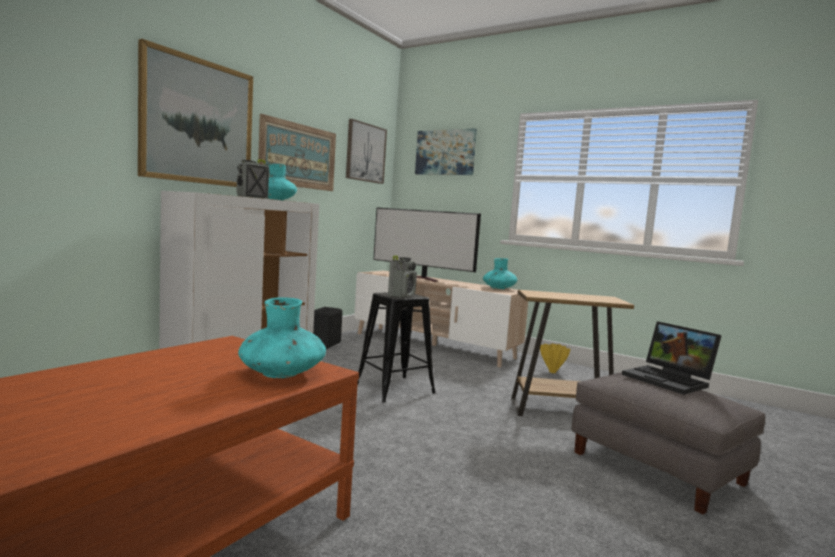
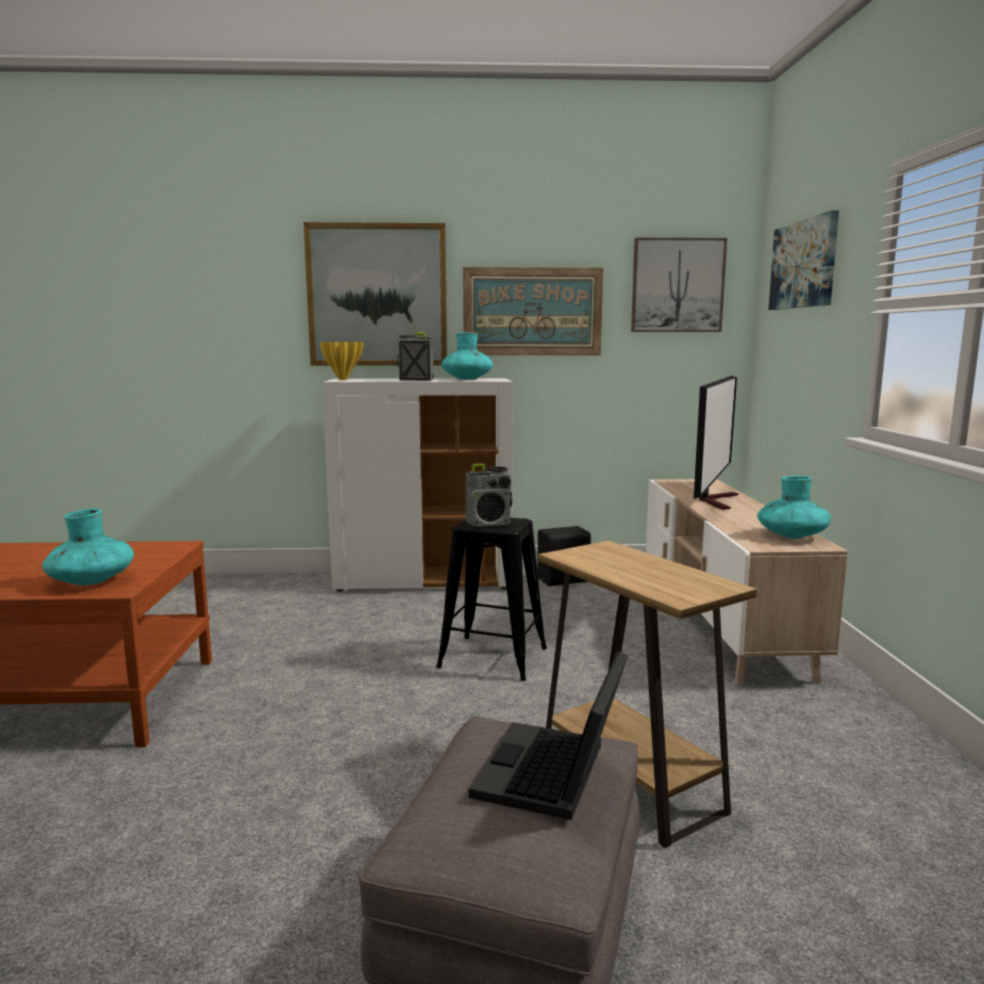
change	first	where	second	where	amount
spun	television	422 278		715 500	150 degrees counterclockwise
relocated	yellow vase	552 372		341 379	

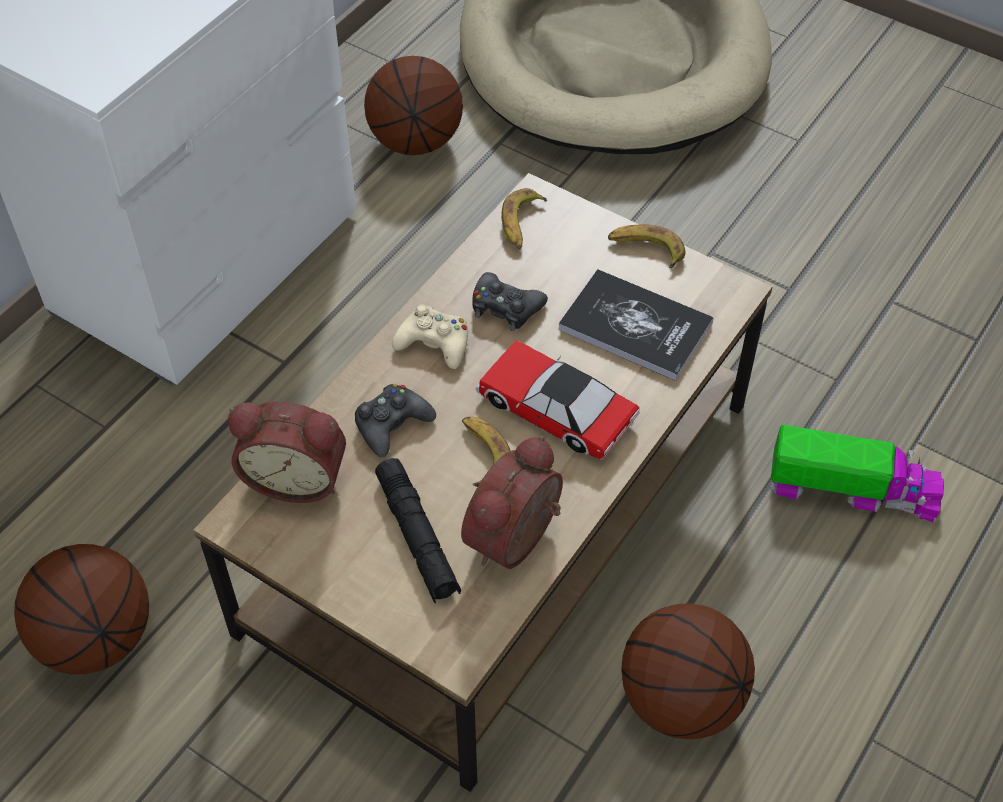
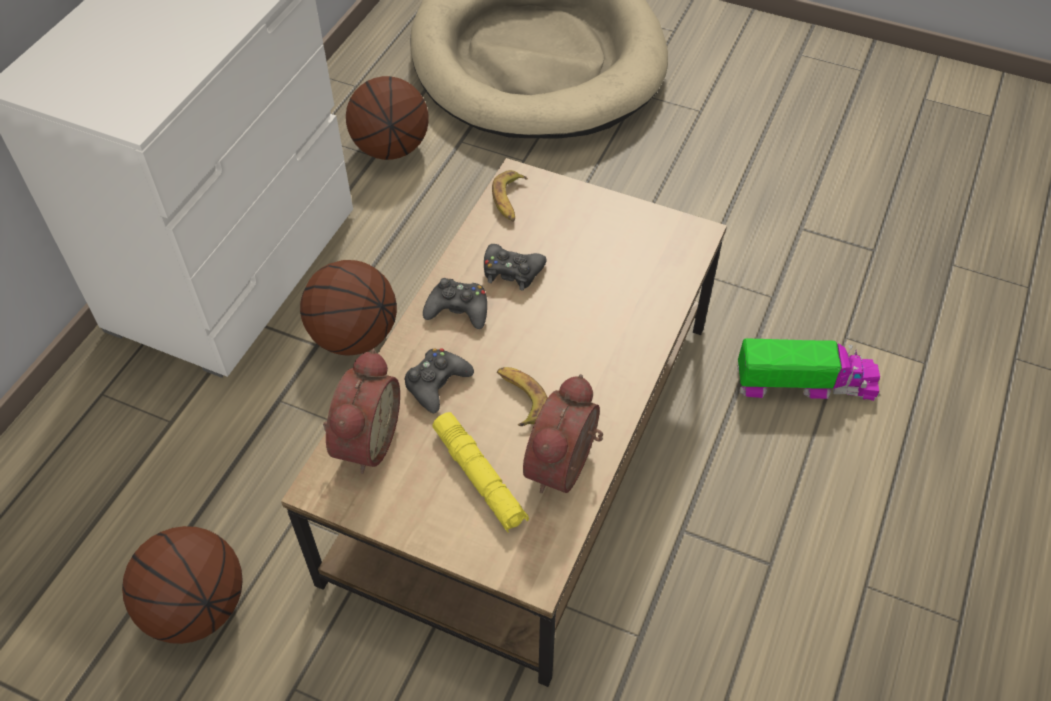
change	first	where	second	where	amount
missing	banana	646 249			
missing	book	635 326			
colour	beige game controller	434 343	black game controller	458 309	
missing	toy car	555 409			
spun	alarm clock	297 476		363 440	75 degrees counterclockwise
colour	black flashlight	417 537	yellow flashlight	479 477	
relocated	basketball	679 699		353 336	

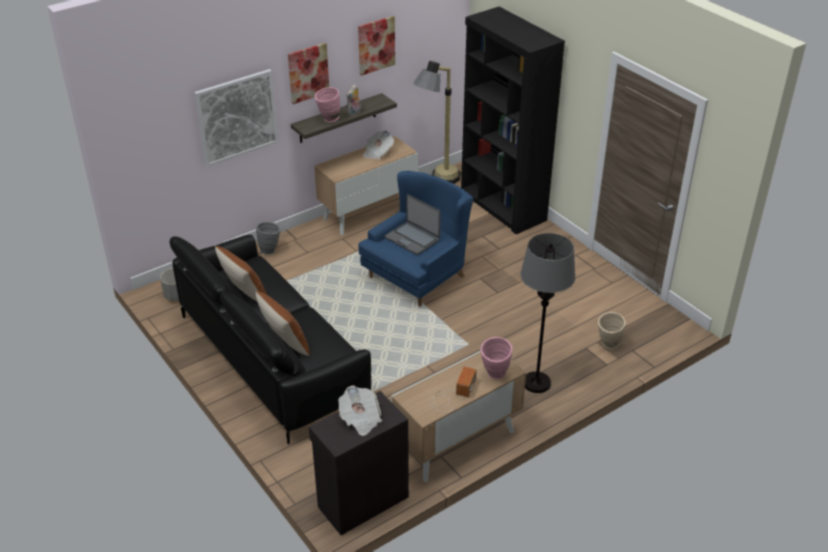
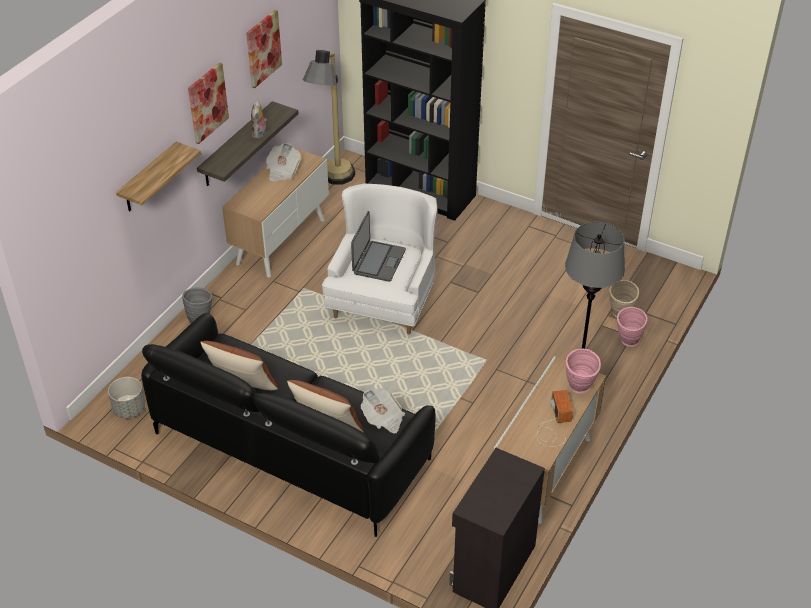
change	first	where	second	where	amount
exchanged	picture	237 117	shelf	148 179	
relocated	pink vase	328 120		628 343	
colour	blue armchair	419 275	white armchair	385 299	
spun	laptop	412 239		378 261	90 degrees counterclockwise
relocated	newspaper	360 419		383 419	

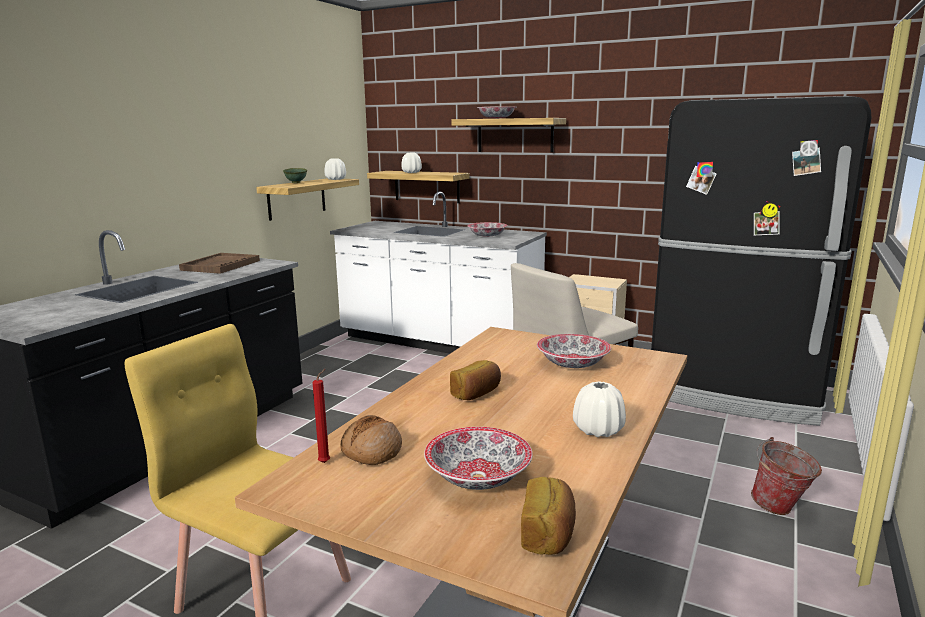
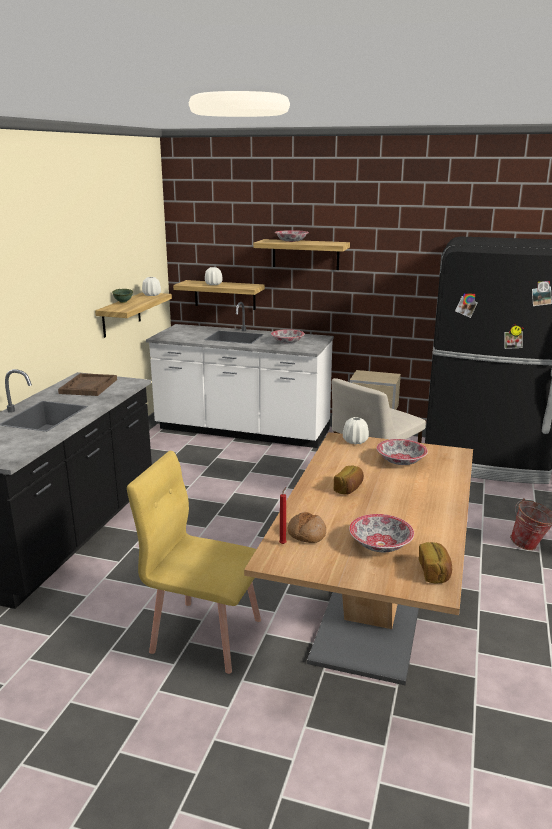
change	first	where	second	where	amount
relocated	white vase	598 430		355 441	

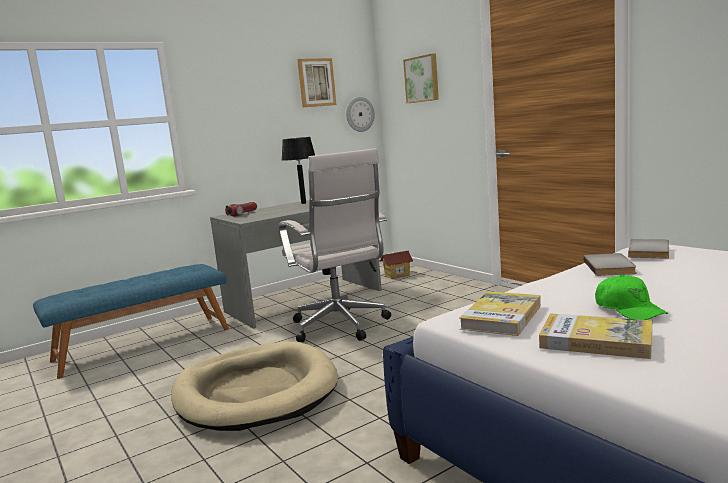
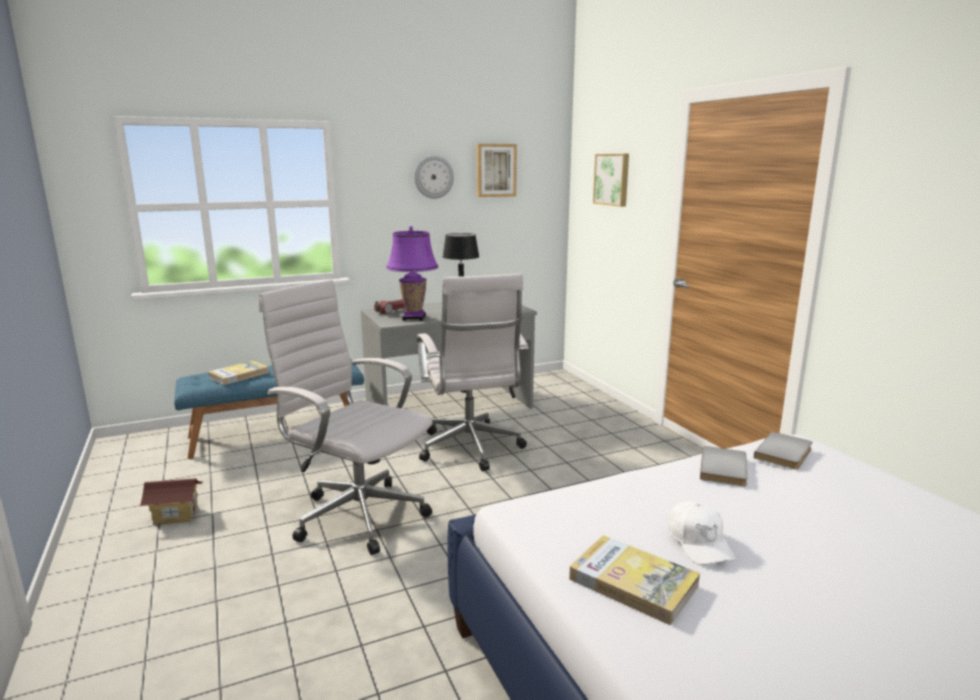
change	first	where	second	where	amount
relocated	wall clock	359 114		433 177	
relocated	toy house	397 275		176 515	
colour	green cap	629 310	white cap	699 542	
relocated	book	501 317		239 375	
exchanged	beige dog bed	256 392	white office chair	356 514	
appeared			purple table lamp	414 318	

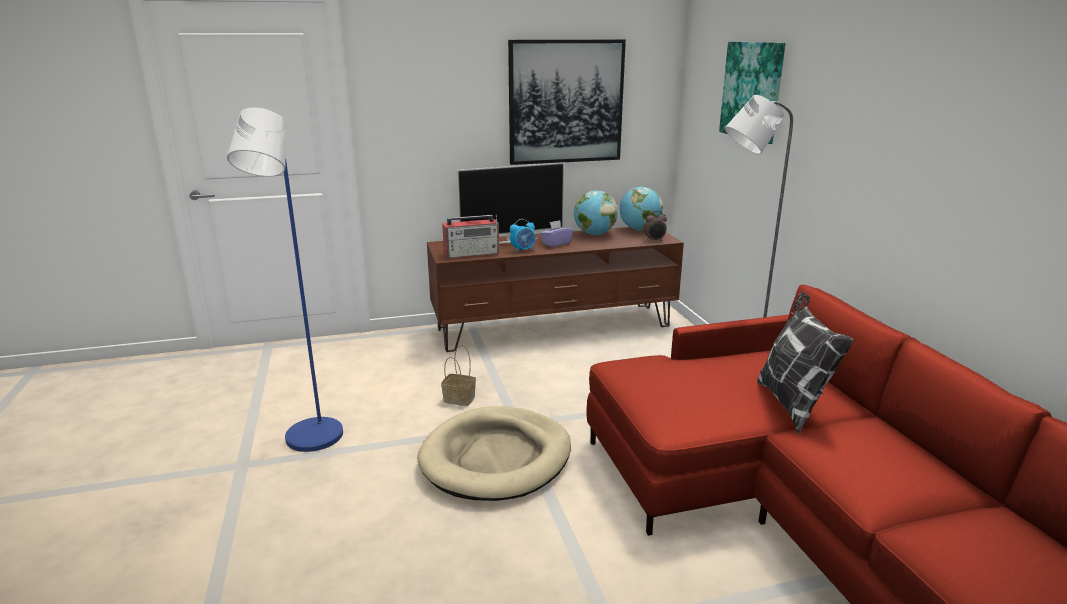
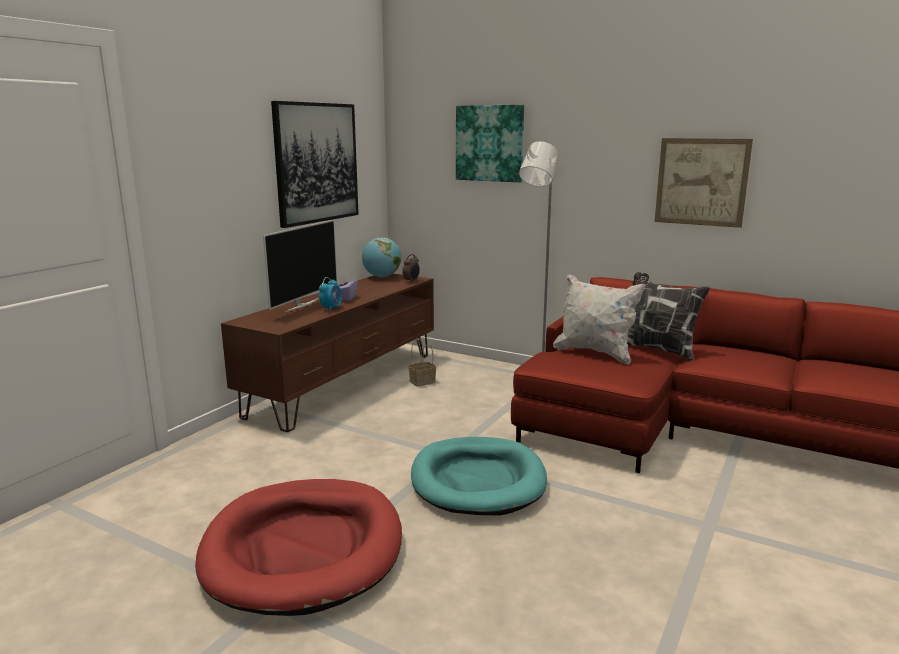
change	first	where	second	where	amount
exchanged	blue floor lamp	310 442	red dog bed	304 549	
missing	globe	594 234			
missing	radio	472 253			
relocated	basket	458 399		422 382	
colour	beige dog bed	496 458	turquoise dog bed	478 480	
appeared			picture	701 182	
appeared			white pillow	594 353	

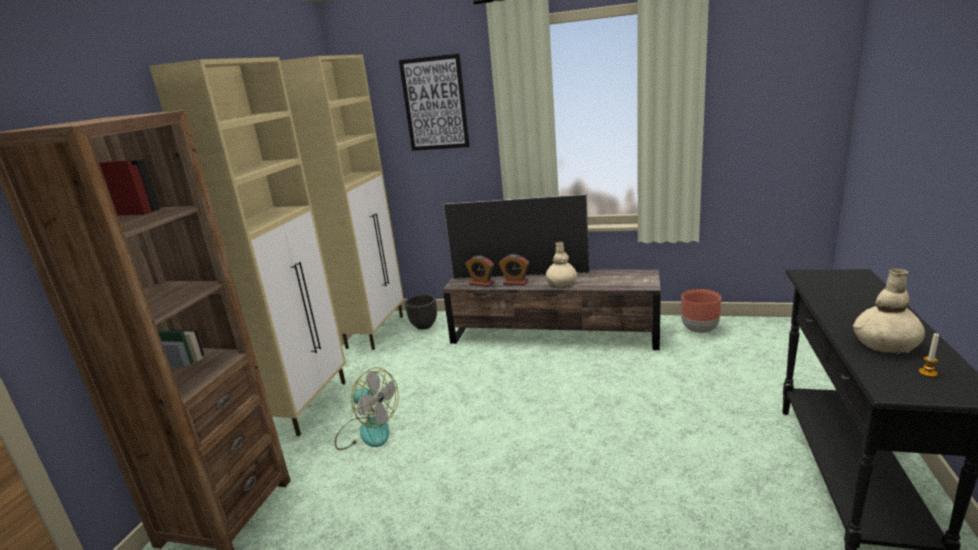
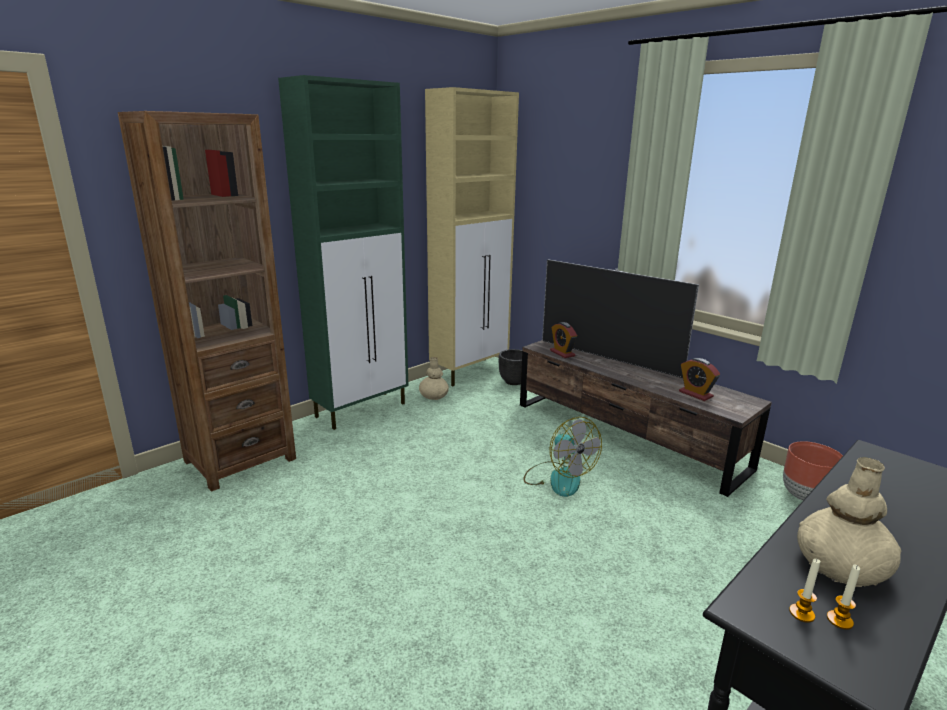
change	first	where	second	where	amount
missing	picture	435 104			
colour	beige cabinet	308 405	green cabinet	362 410	
relocated	beige vase	561 282		434 395	
relocated	alarm clock	515 282		695 394	
relocated	fan	367 431		558 478	
appeared			candle	801 613	

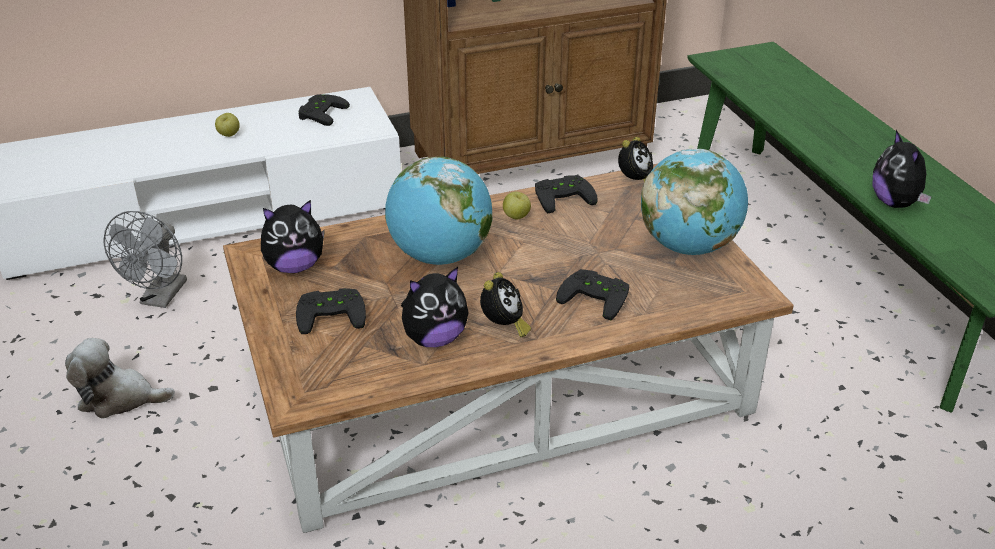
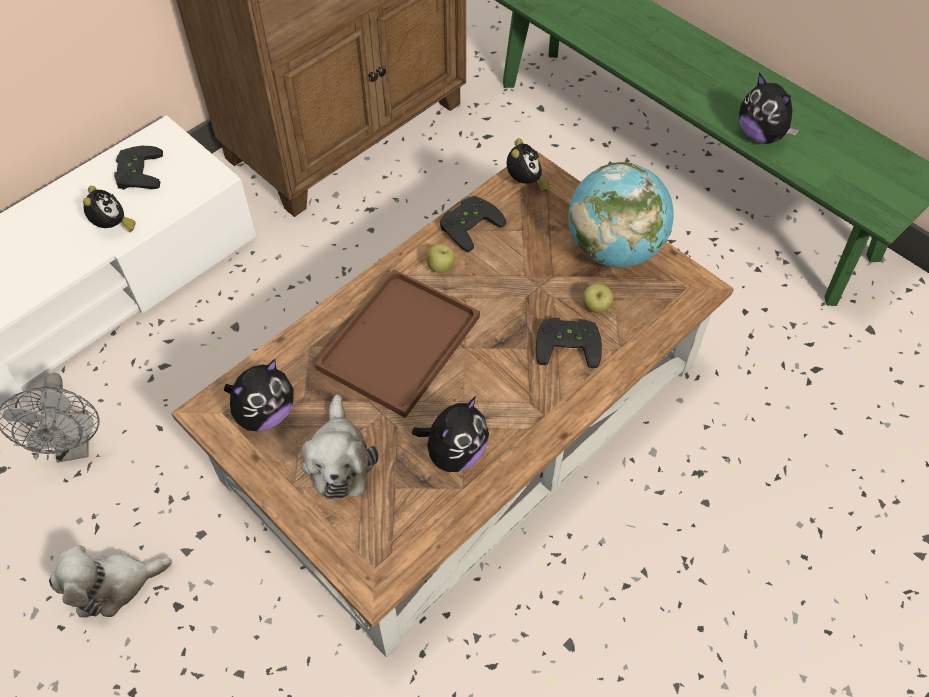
change	first	where	second	where	amount
relocated	apple	229 135		596 307	
exchanged	globe	440 256	brown tray	399 346	
relocated	alarm clock	504 327		113 227	
exchanged	black game controller	331 313	plush toy	339 460	

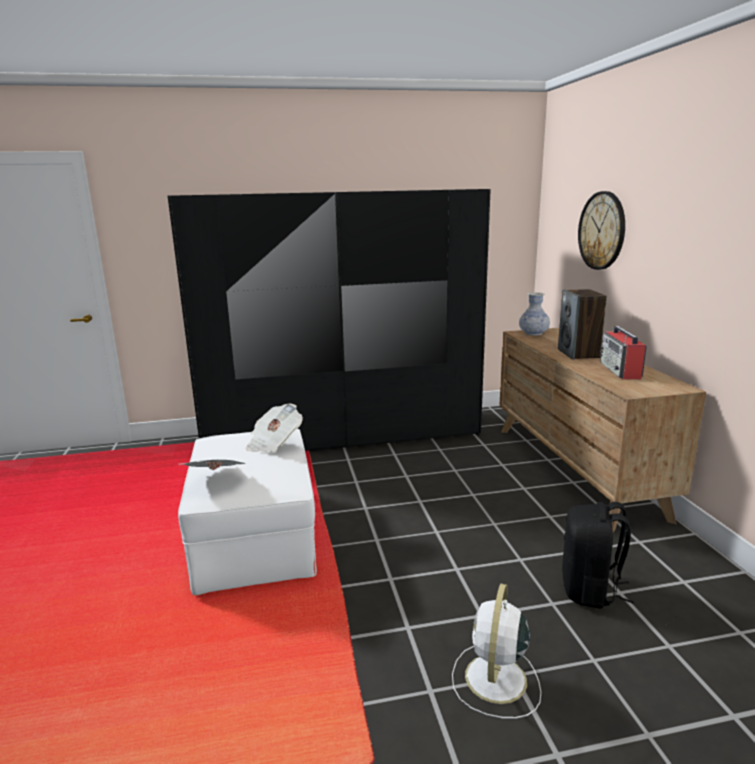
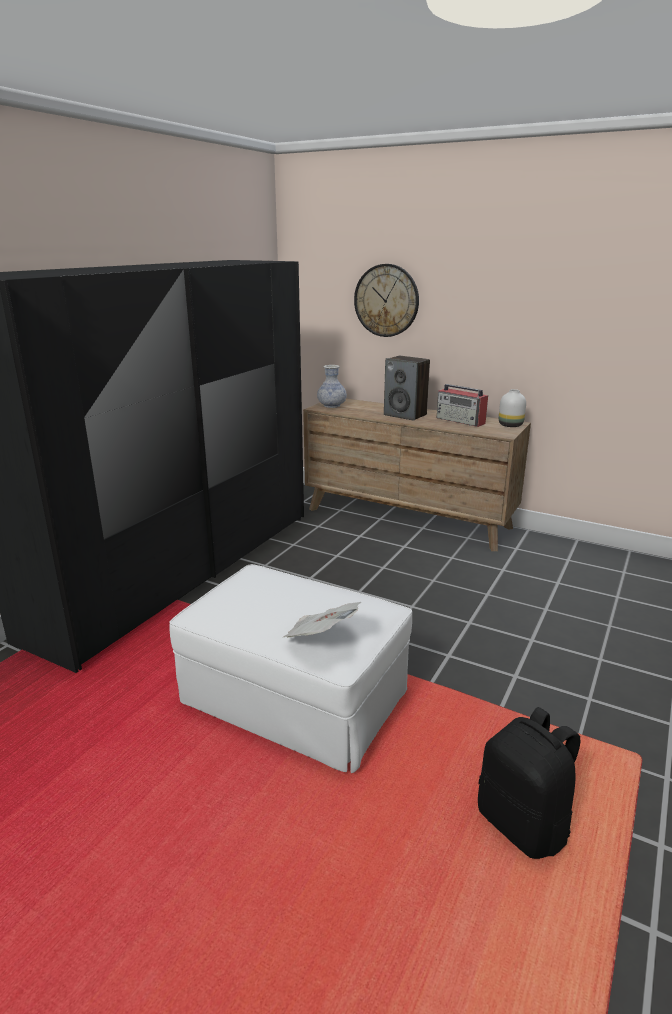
change	first	where	second	where	amount
missing	newspaper	274 443			
relocated	black backpack	590 590		524 824	
missing	white fan	495 681			
appeared			white vase	509 425	

